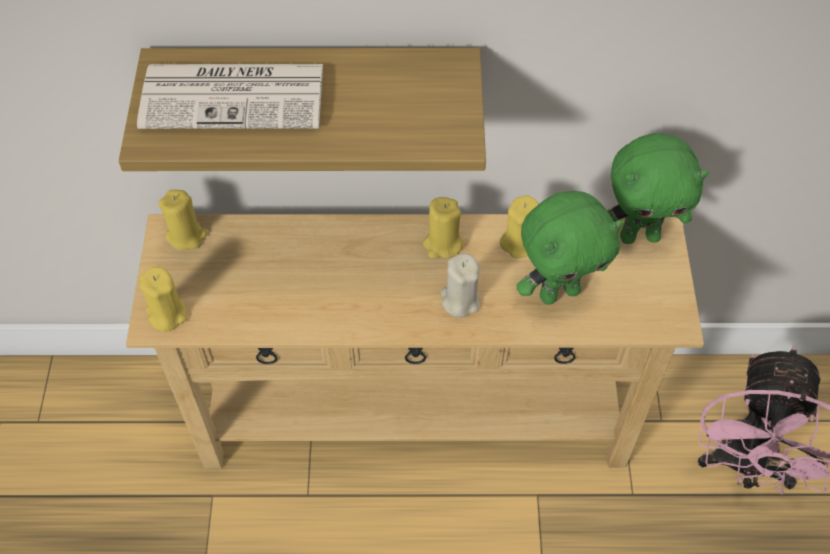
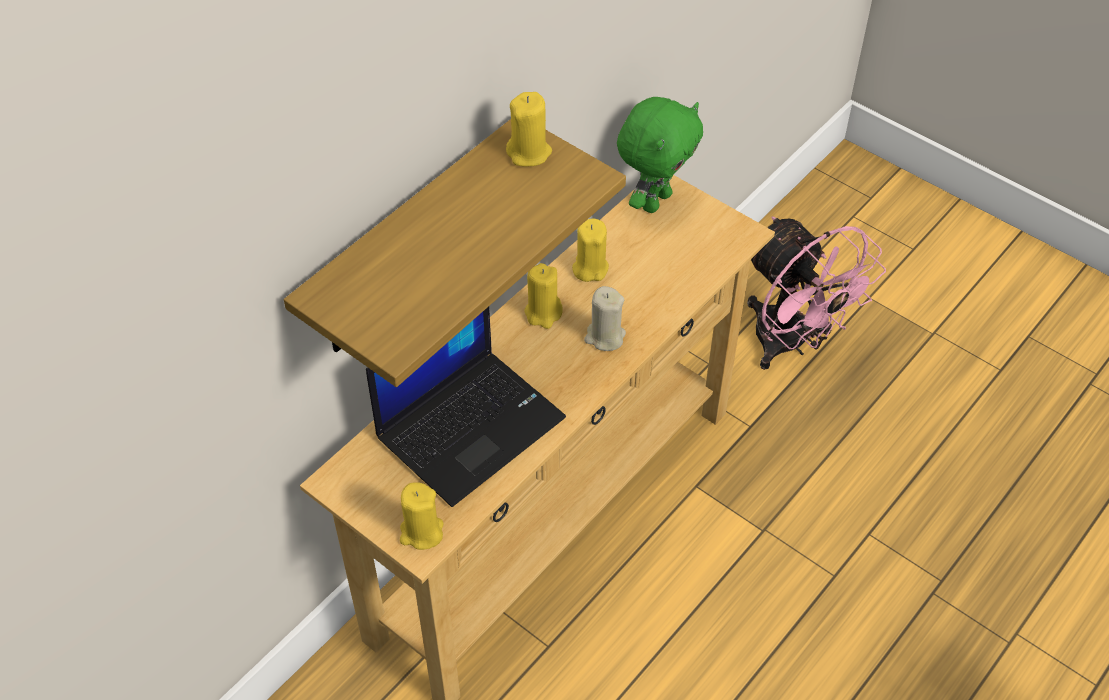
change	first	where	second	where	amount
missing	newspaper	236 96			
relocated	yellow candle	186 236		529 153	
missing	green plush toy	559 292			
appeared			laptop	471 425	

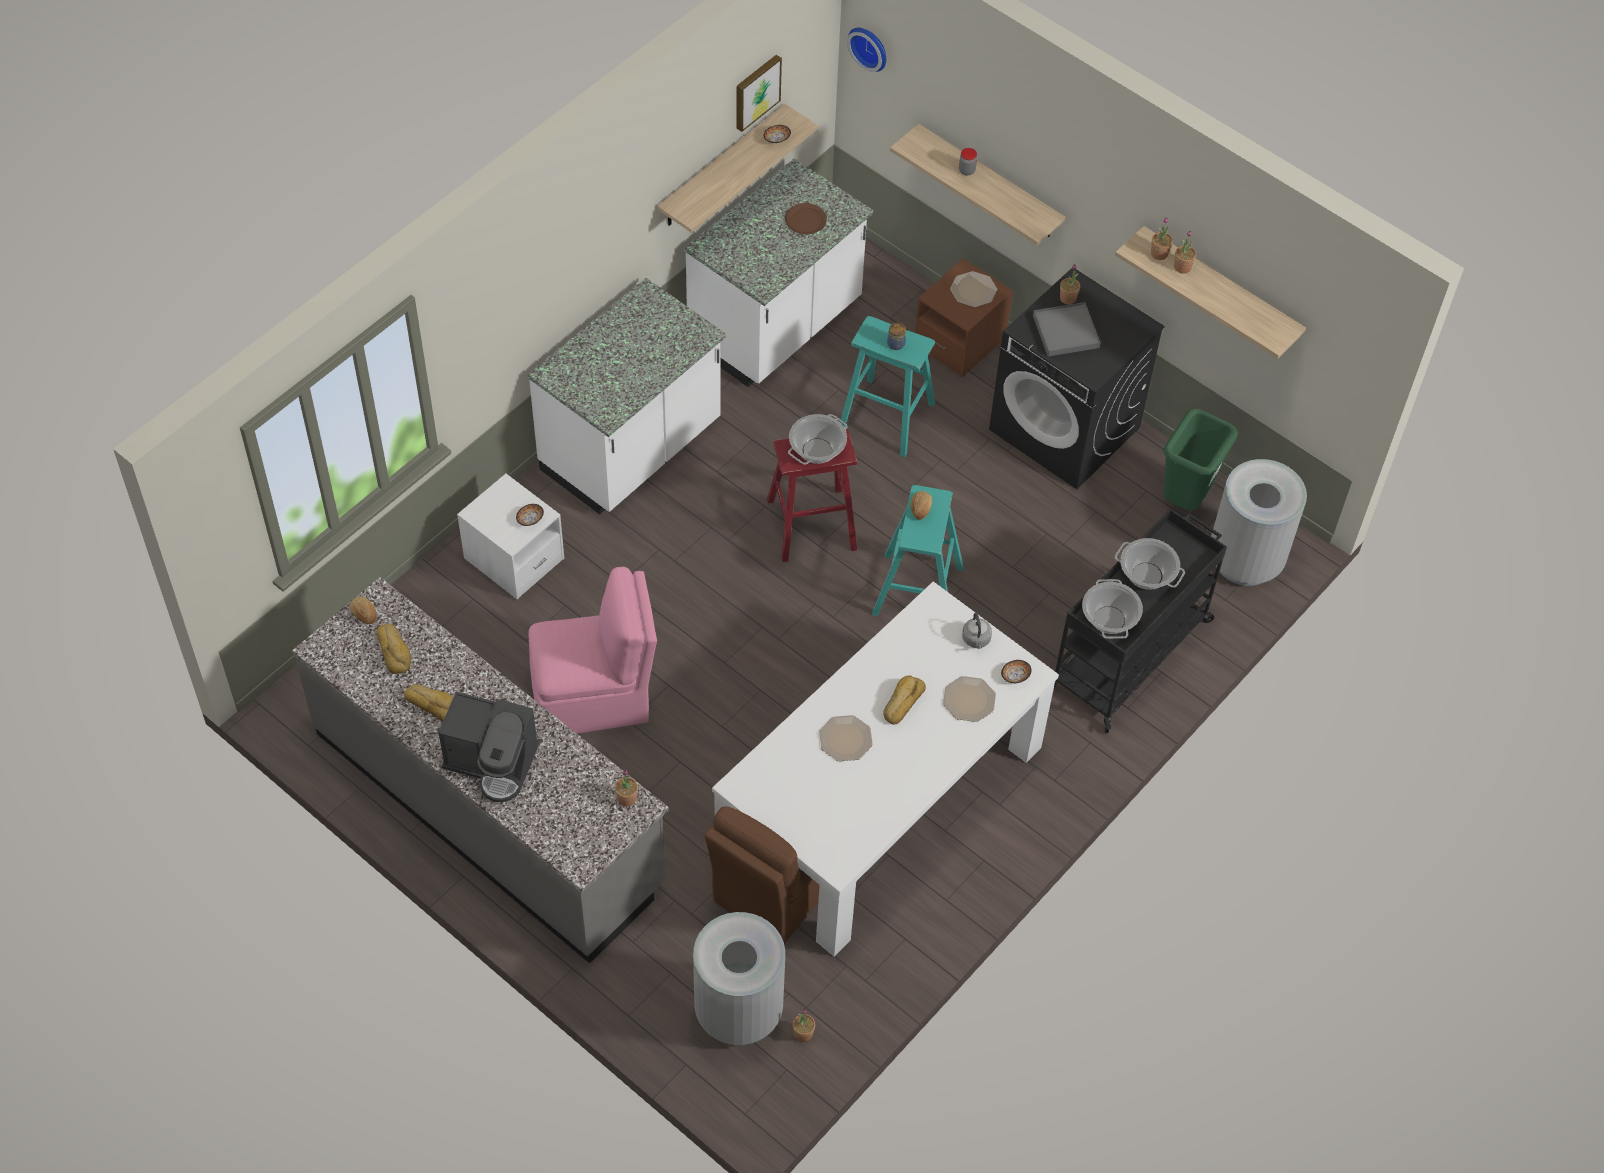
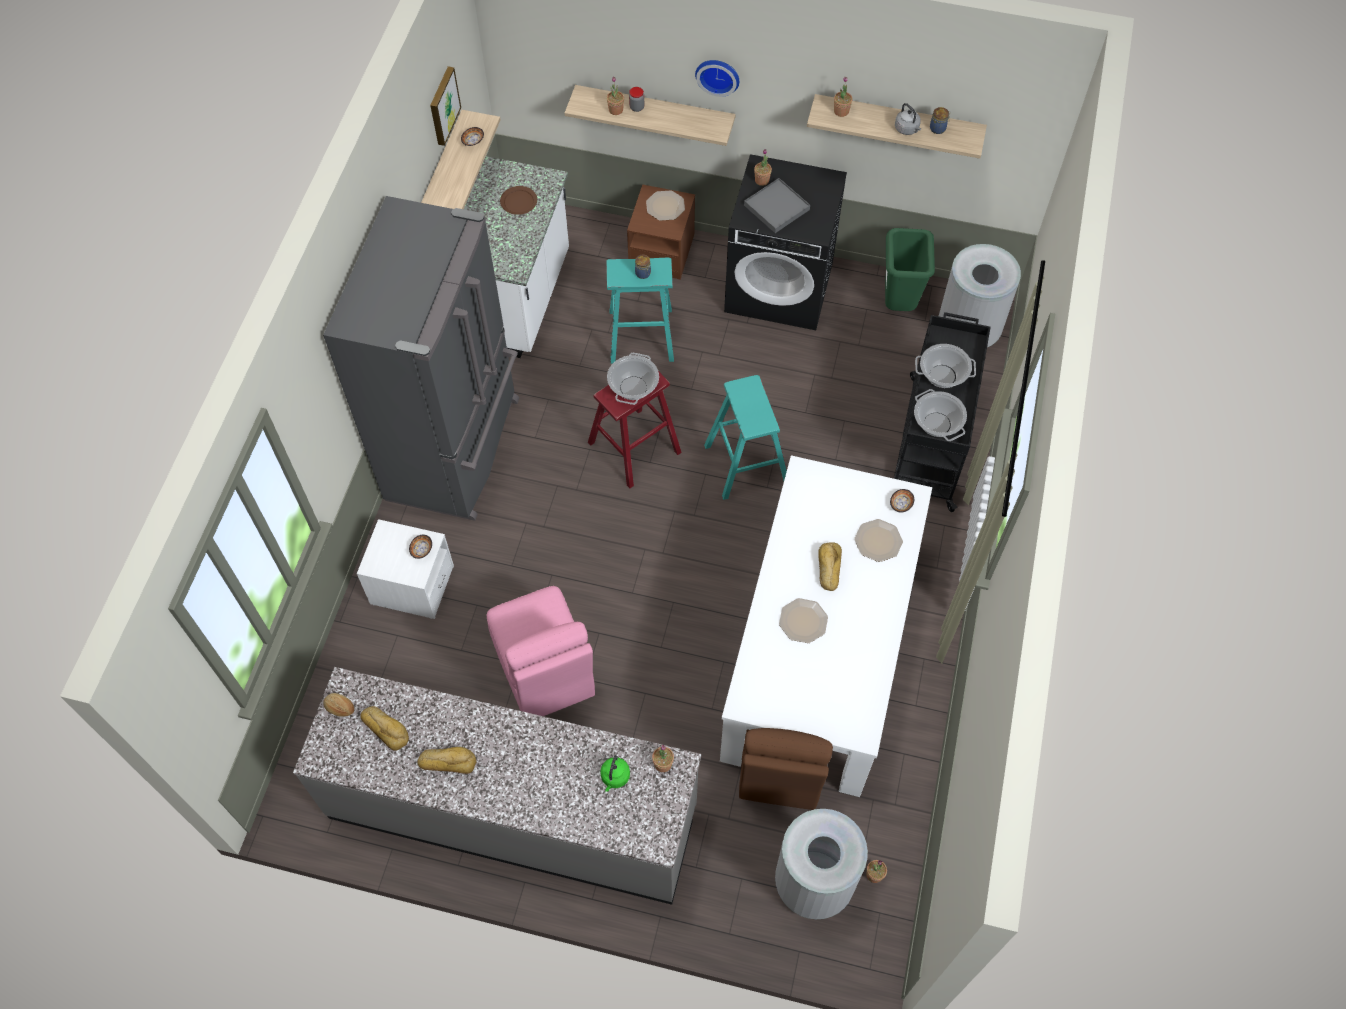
change	first	where	second	where	amount
relocated	wall clock	870 47		718 75	
relocated	potted plant	1182 267		616 110	
exchanged	white counter	632 449	grey fridge	457 449	
missing	bread	920 508			
spun	pink chair	594 696		544 671	105 degrees clockwise
relocated	grey kettle	976 640		907 129	
missing	coffee machine	493 762			
appeared			jar	938 128	
appeared			green kettle	615 777	

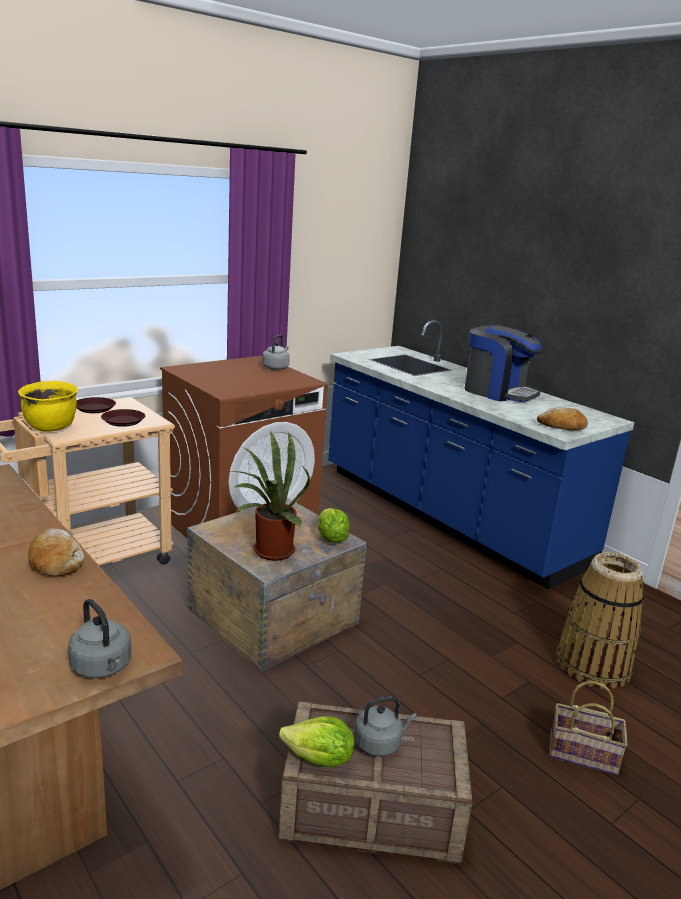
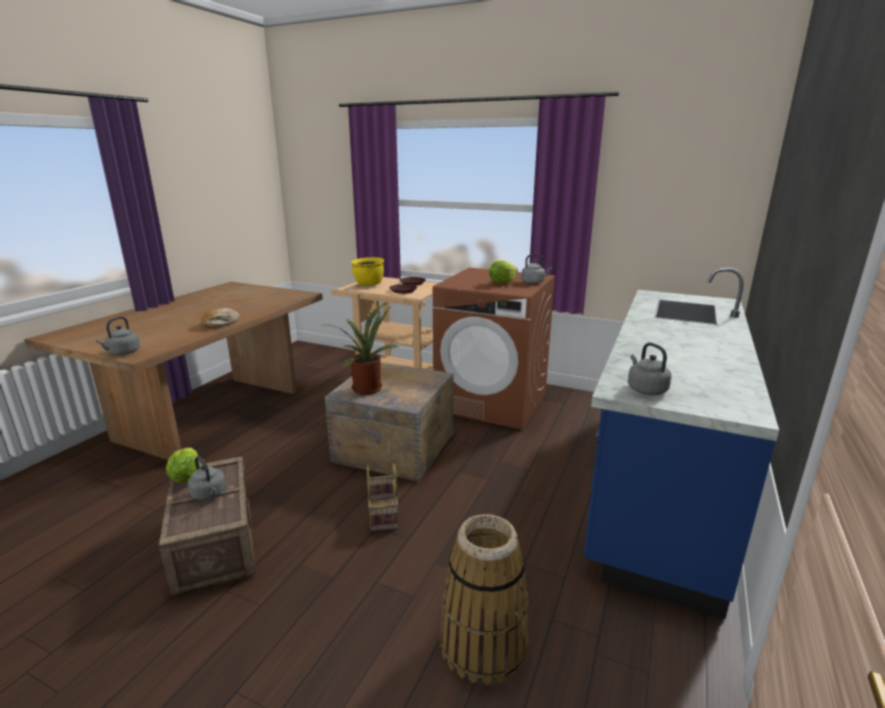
change	first	where	second	where	amount
missing	coffee machine	498 392			
exchanged	bread	562 426	grey kettle	645 389	
relocated	lettuce	331 539		502 283	
relocated	basket	584 753		384 515	

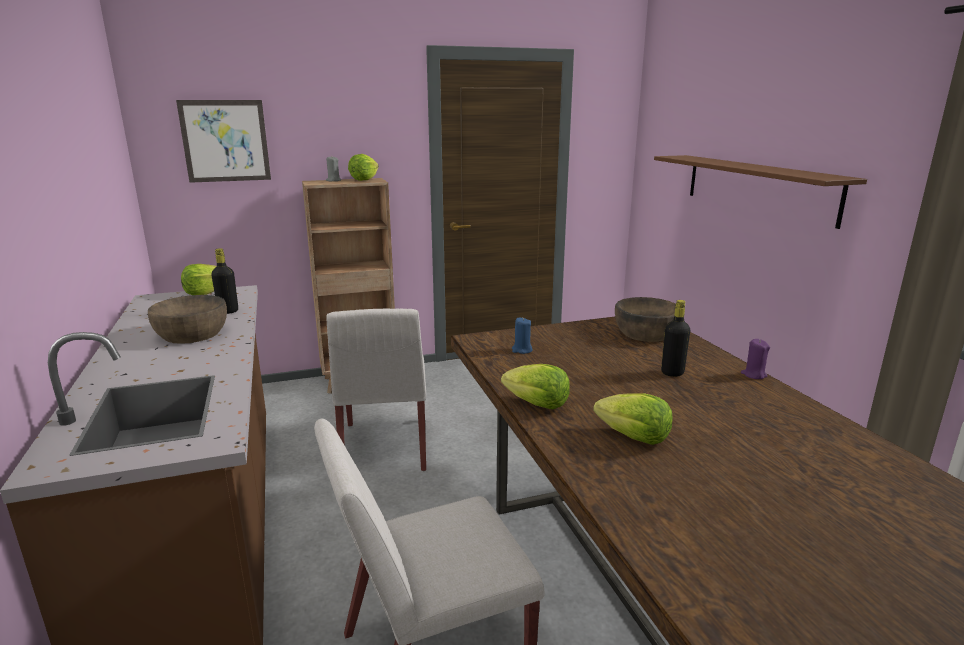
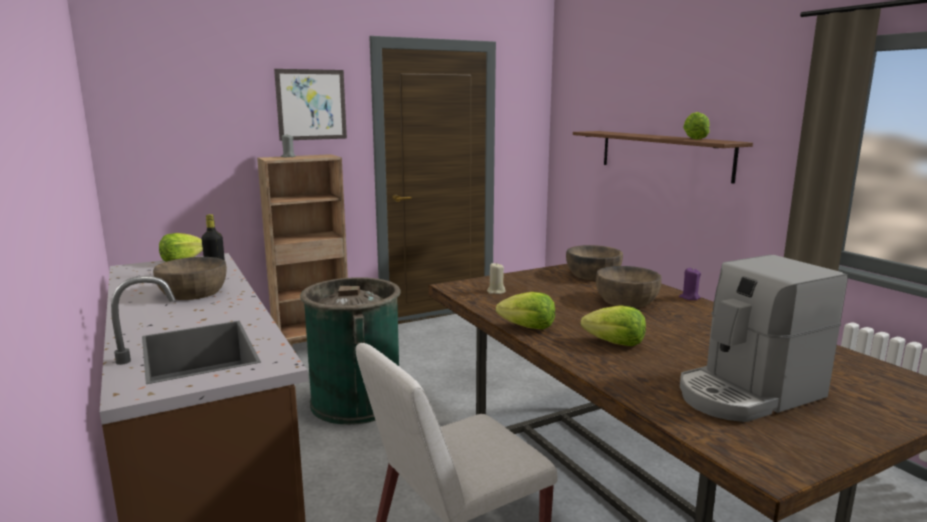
change	first	where	second	where	amount
relocated	picture	225 141		311 104	
relocated	lettuce	364 179		694 139	
exchanged	black bottle	672 373	brown bowl	626 300	
exchanged	white chair	384 447	green trash can	356 401	
colour	blue candle	522 350	beige candle	496 291	
appeared			coffee machine	748 394	

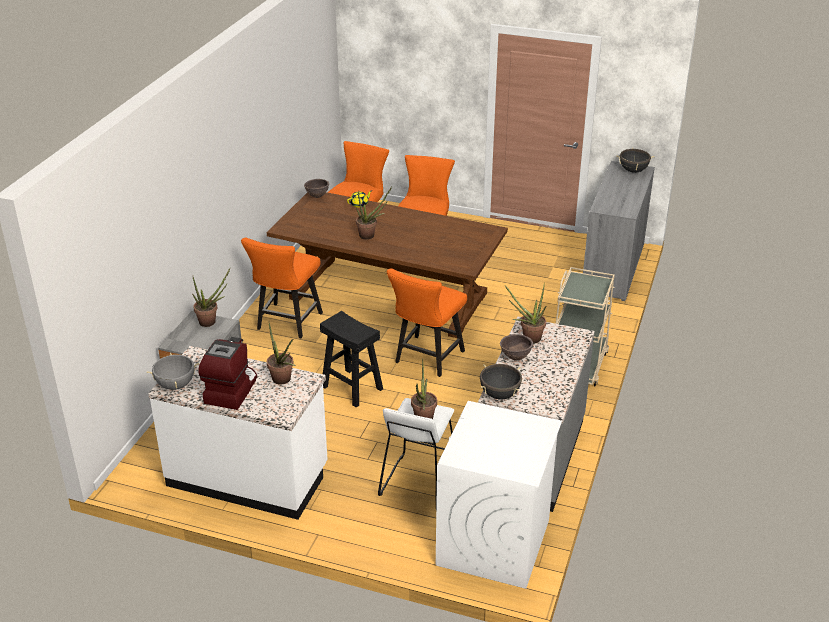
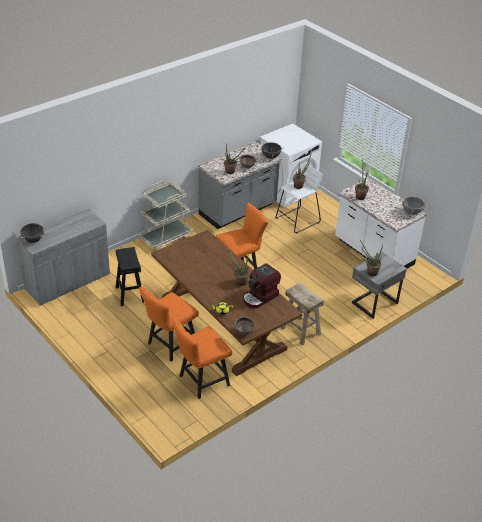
change	first	where	second	where	amount
exchanged	orange chair	286 323	beige stool	301 331	
relocated	black stool	351 388		130 294	
relocated	coffee machine	231 390		260 297	

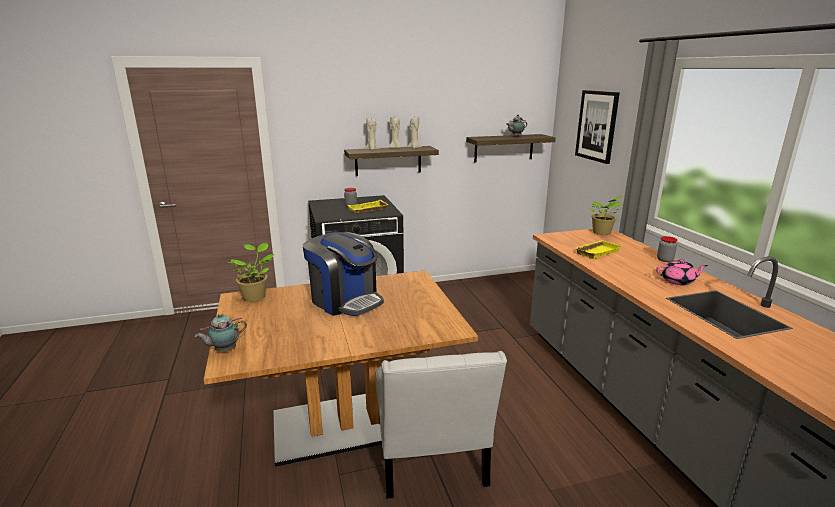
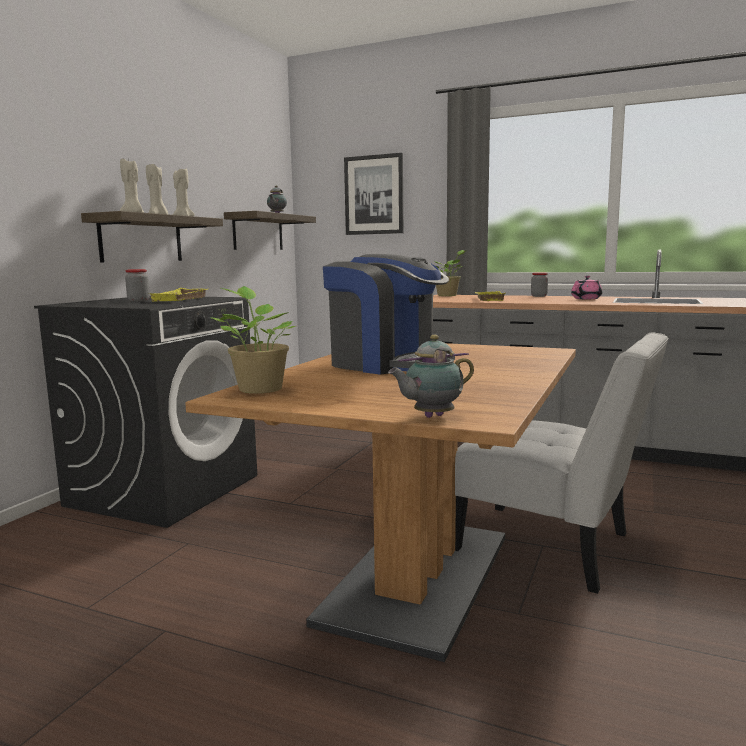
change	first	where	second	where	amount
spun	coffee machine	345 300		387 364	45 degrees clockwise
spun	teapot	224 350		431 417	60 degrees clockwise

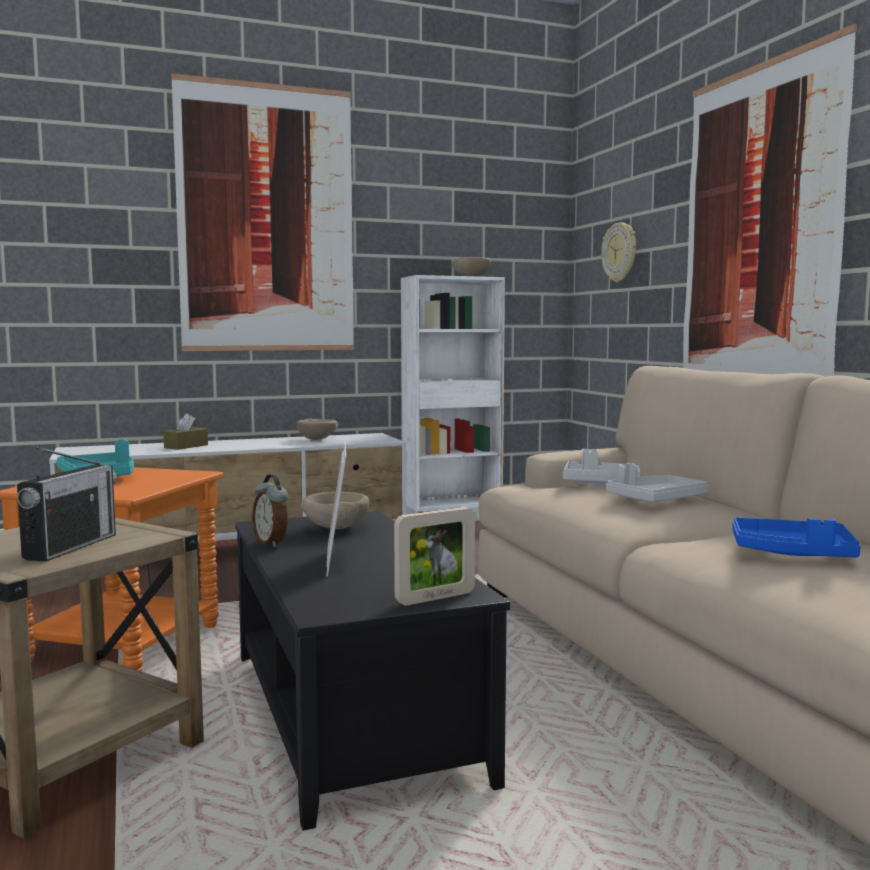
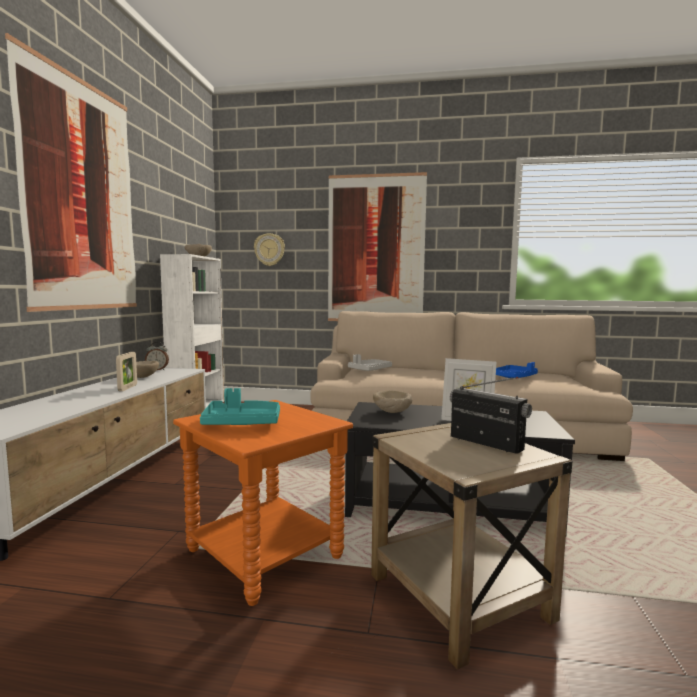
change	first	where	second	where	amount
missing	brown tissue box	186 446			
missing	grey tray	655 500			
relocated	alarm clock	271 543		157 370	
relocated	picture frame	435 598		127 388	

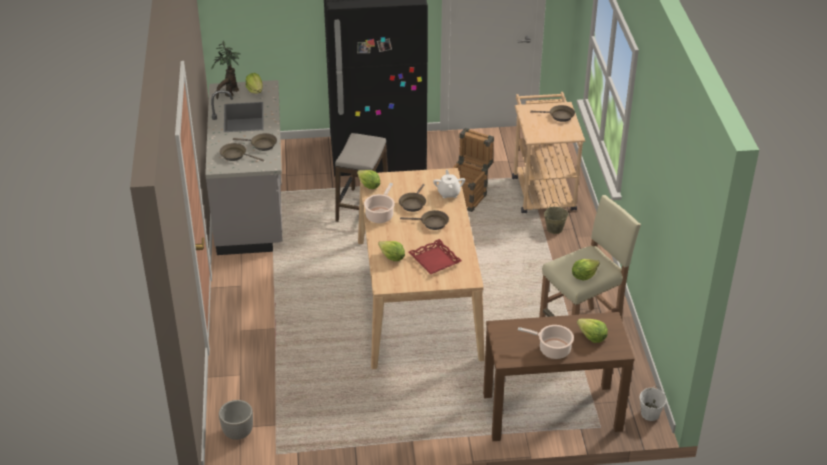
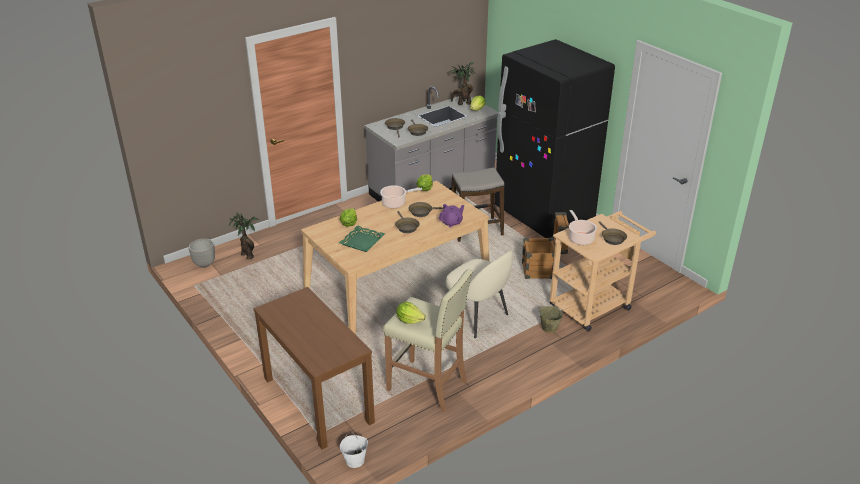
change	first	where	second	where	amount
colour	white teapot	449 193	purple teapot	451 222	
colour	red tray	435 260	green tray	362 242	
missing	lettuce	591 337			
relocated	cooking pot	552 349		580 238	
appeared			potted plant	247 254	
appeared			beige chair	477 318	

